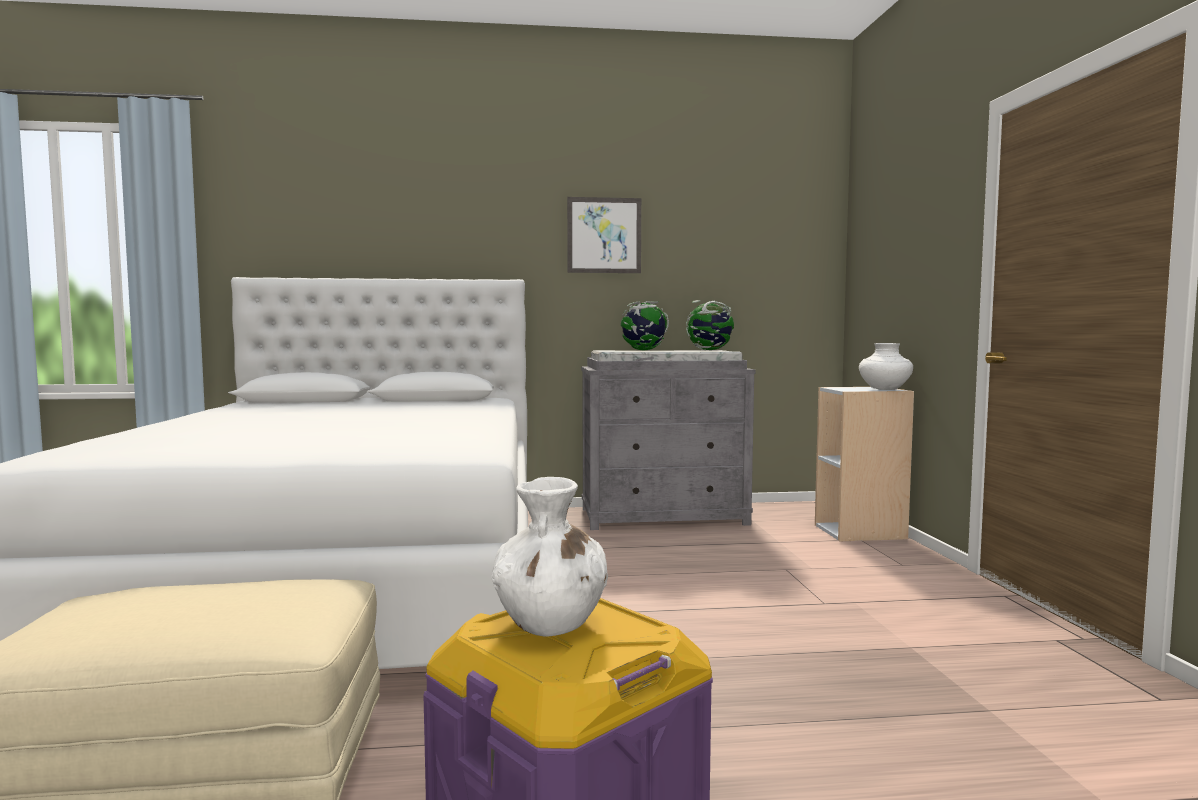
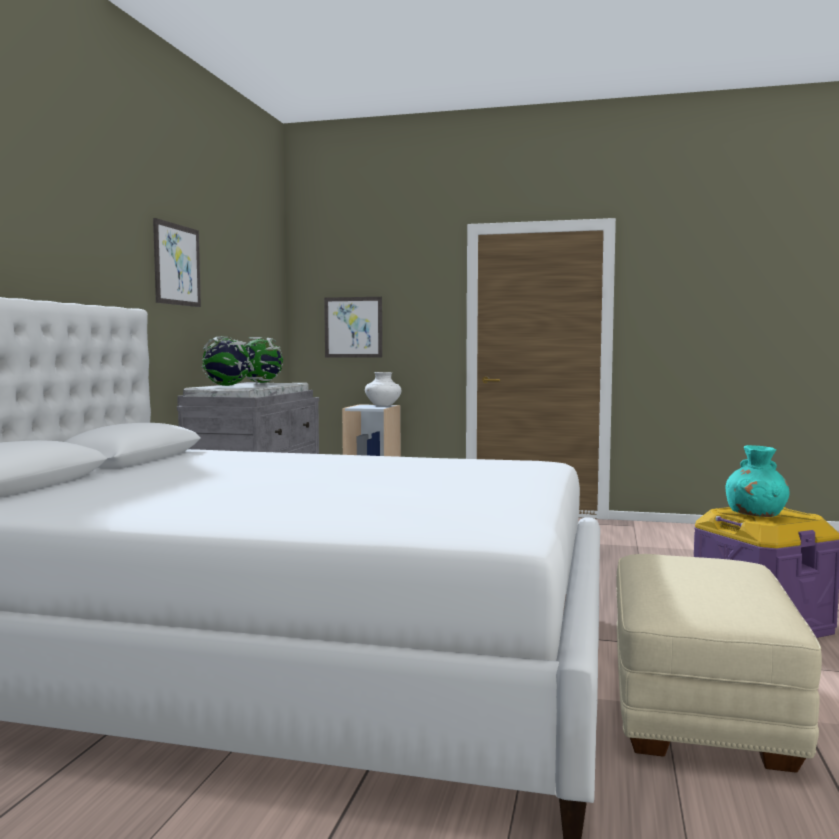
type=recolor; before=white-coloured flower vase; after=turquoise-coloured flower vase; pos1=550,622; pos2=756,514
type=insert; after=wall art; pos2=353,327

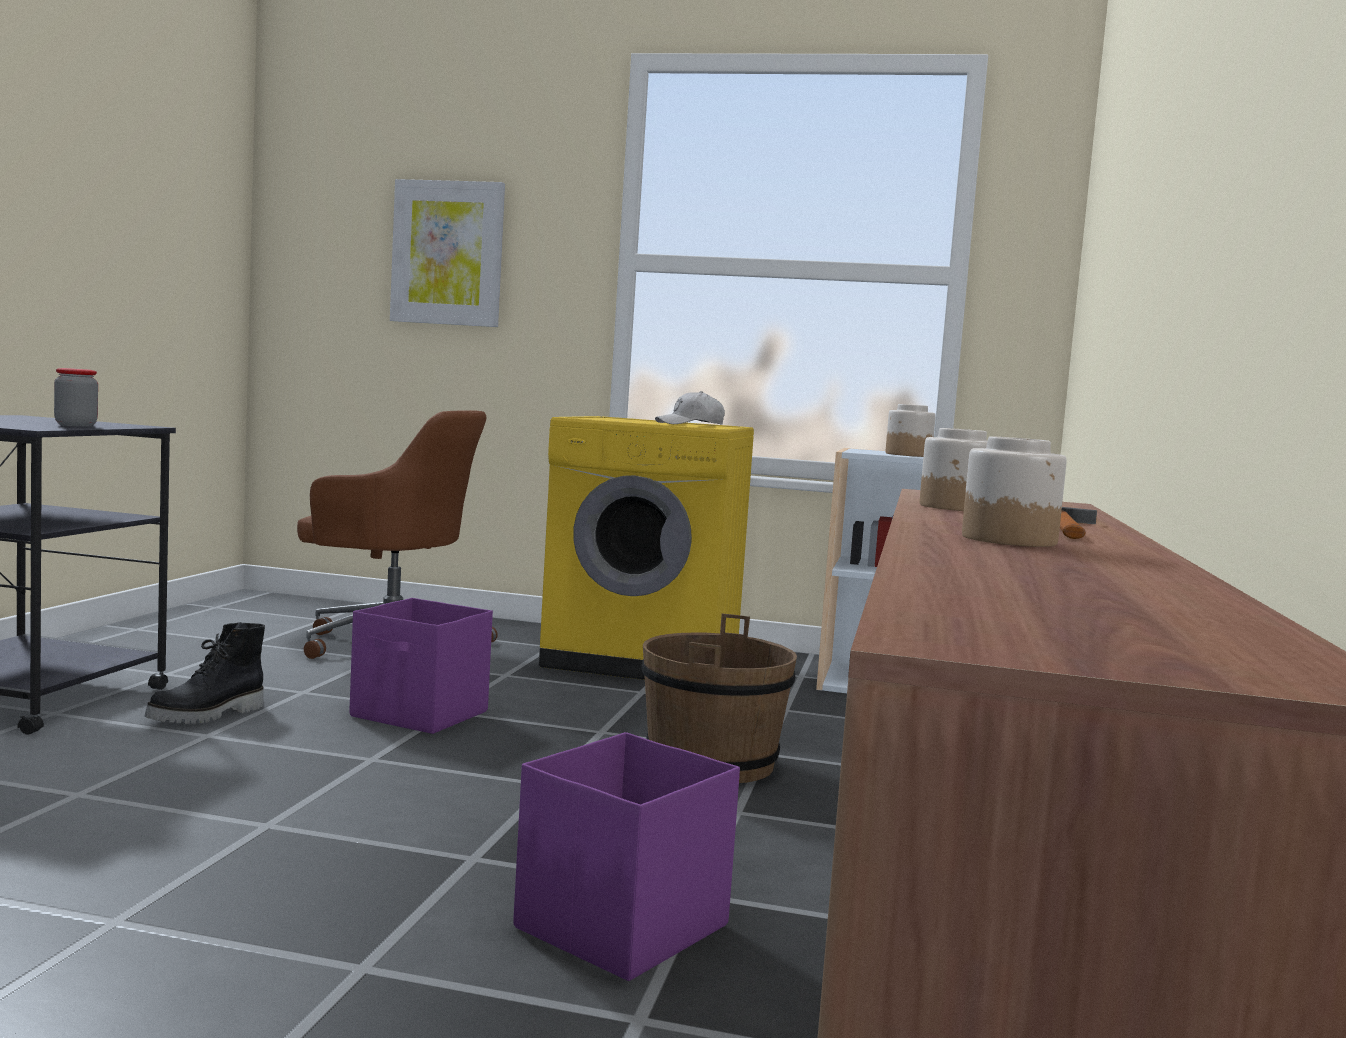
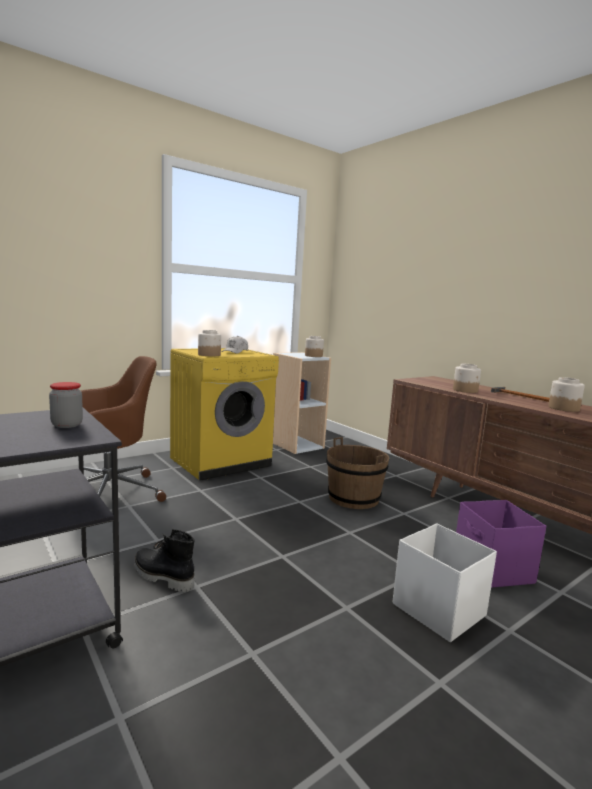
type=rotate; before=blackish tall boot; pos1=208,716; pos2=162,577; turn=135
type=delete; before=purplish storage container; pos1=420,714
type=delete; before=wall art; pos1=448,253
type=insert; after=storage jar; pos2=209,355
type=insert; after=white-coloured storage container; pos2=438,609

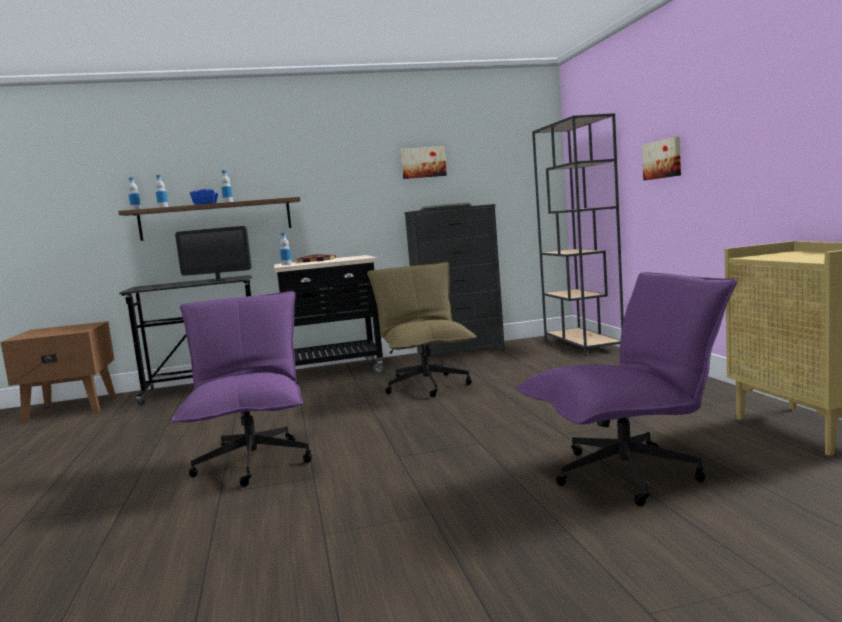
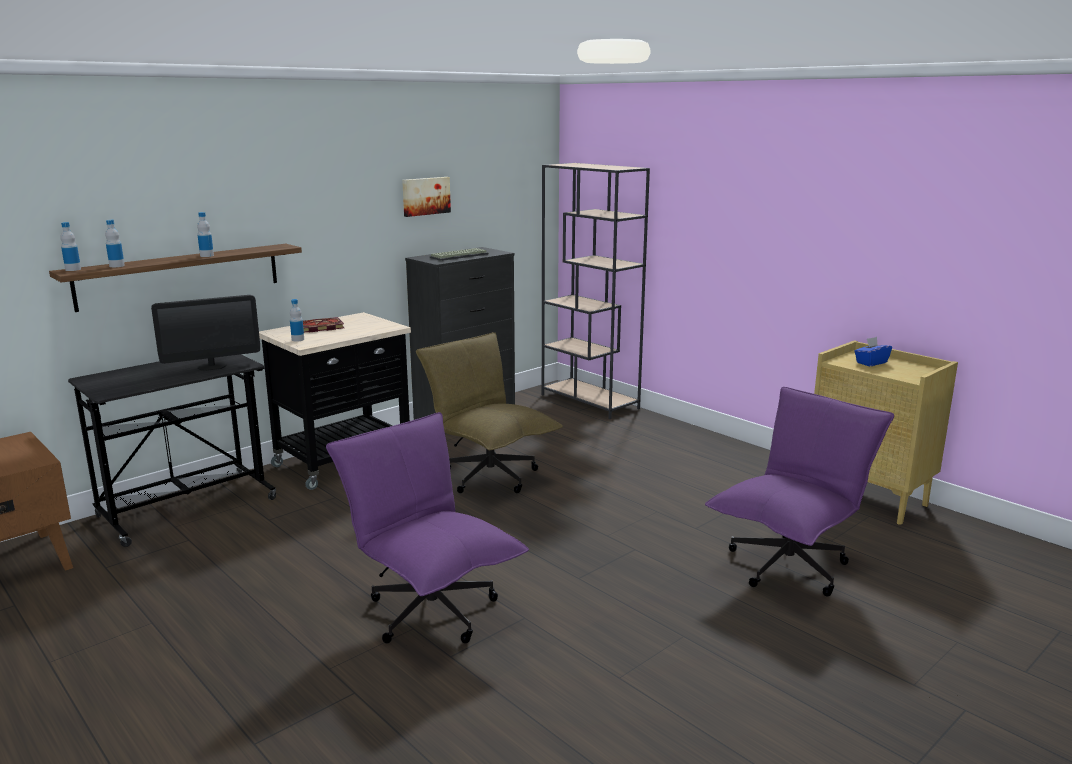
type=move; before=bluish tissue box; pos1=205,204; pos2=871,363
type=delete; before=wall art; pos1=663,159

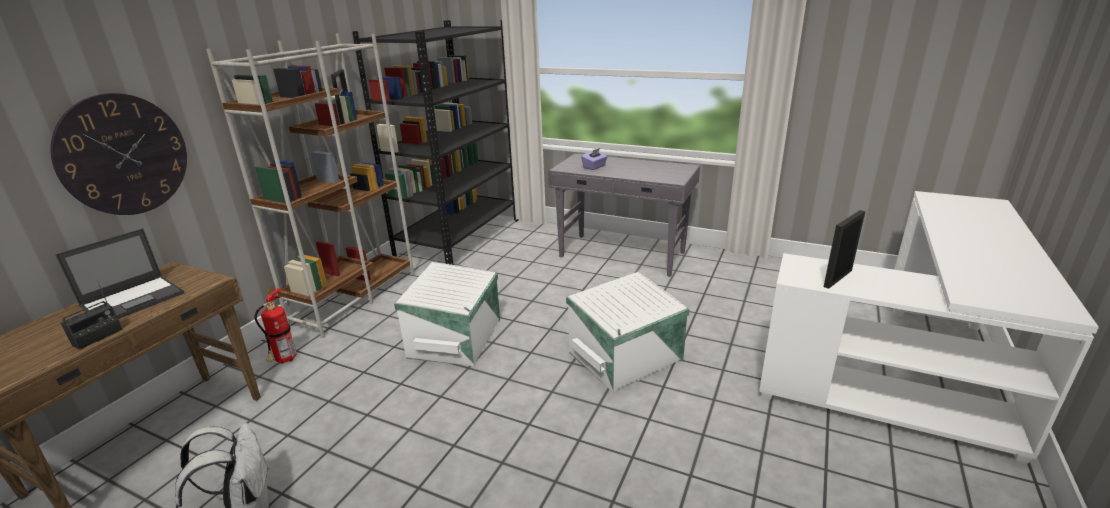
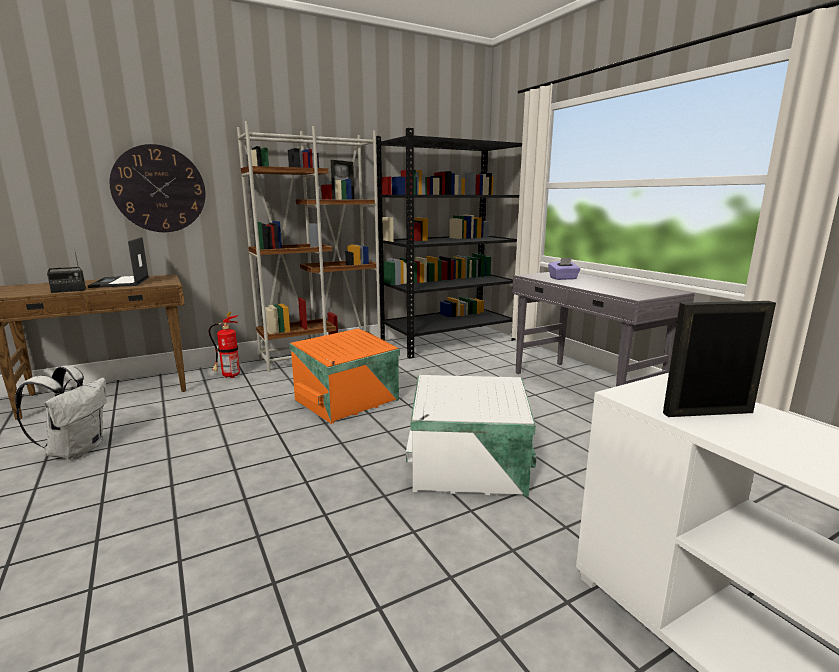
type=rotate; before=laptop; pos1=134,299; pos2=120,282; turn=90
type=recolor; before=white-coloured storage container; after=orange storage container; pos1=457,337; pos2=348,400

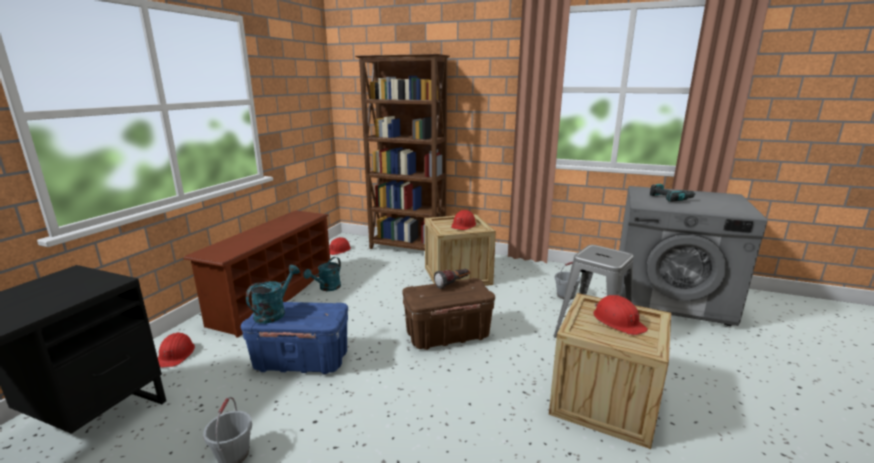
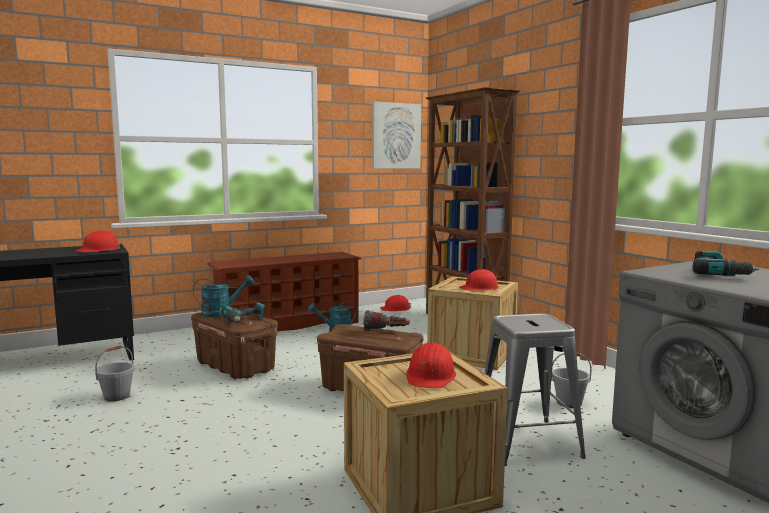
type=move; before=red safety helmet; pos1=176,354; pos2=99,250
type=recolor; before=bluish storage container; after=brown-coloured storage container; pos1=301,361; pos2=234,367
type=insert; after=power drill; pos2=245,320
type=insert; after=wall art; pos2=395,136

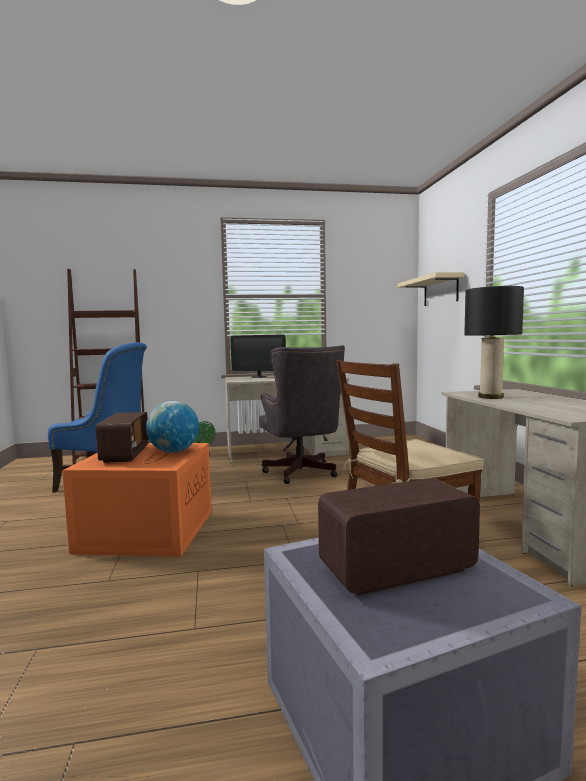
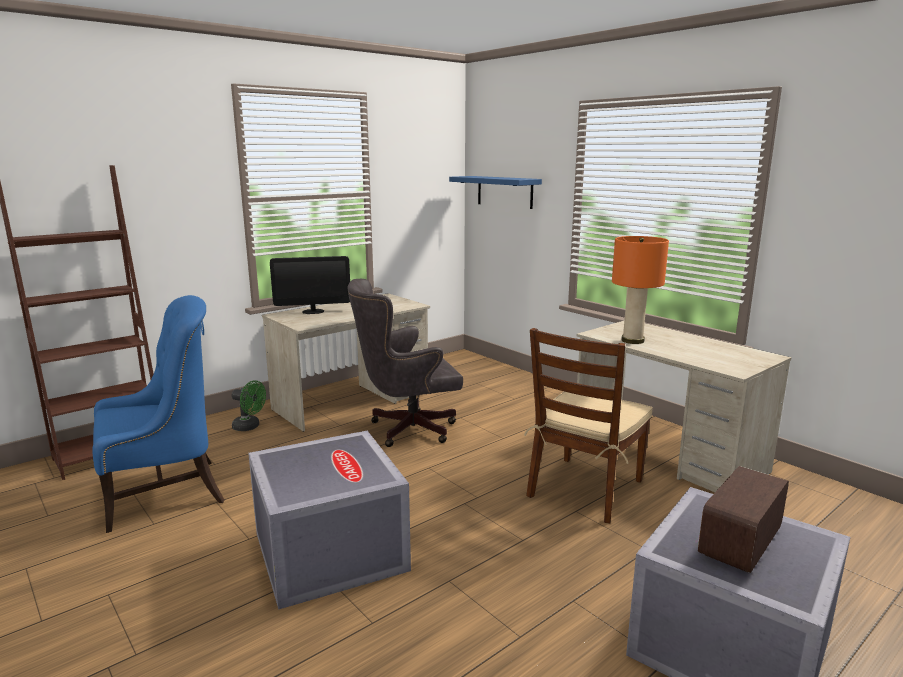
type=recolor; before=orange storage container; after=greyish storage container; pos1=146,530; pos2=327,551
type=delete; before=radio receiver; pos1=125,454
type=delete; before=globe; pos1=174,452
type=rotate; before=greyish computer chair; pos1=302,473; pos2=407,430; turn=120
type=recolor; before=beige bracket shelf; after=bluish bracket shelf; pos1=440,291; pos2=504,192
type=recolor; before=blackish lamp for a table; after=orange lamp for a table; pos1=490,397; pos2=632,340

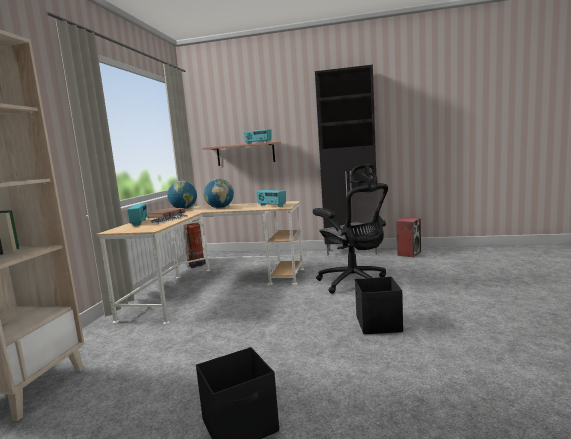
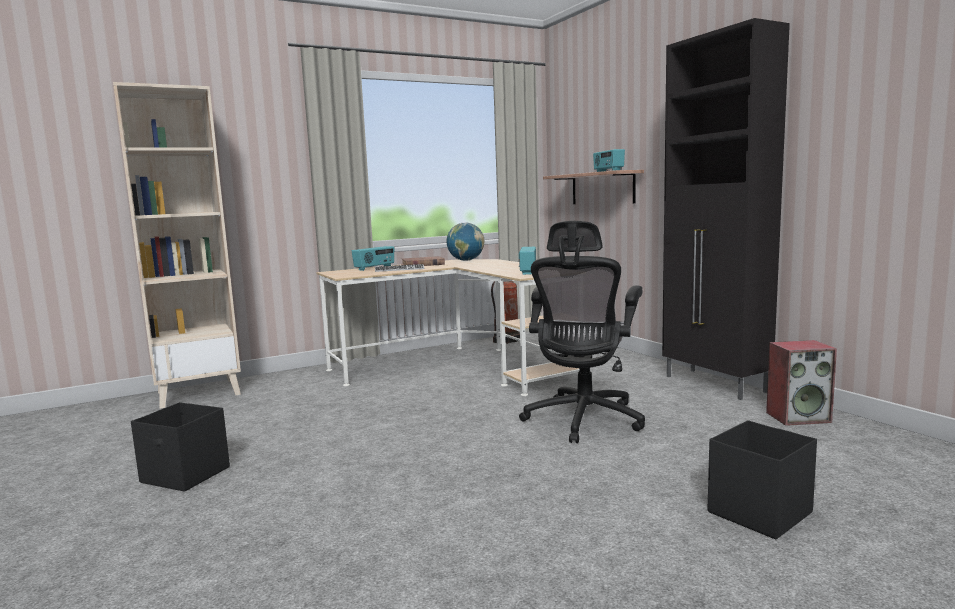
type=delete; before=globe; pos1=220,208
type=move; before=blackish storage container; pos1=378,324; pos2=758,513

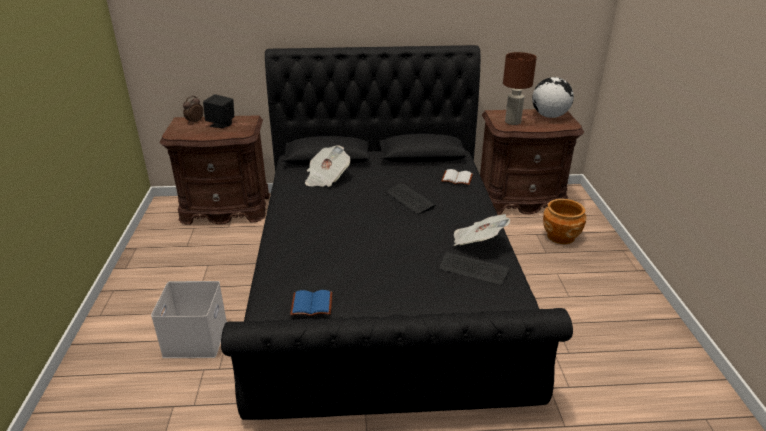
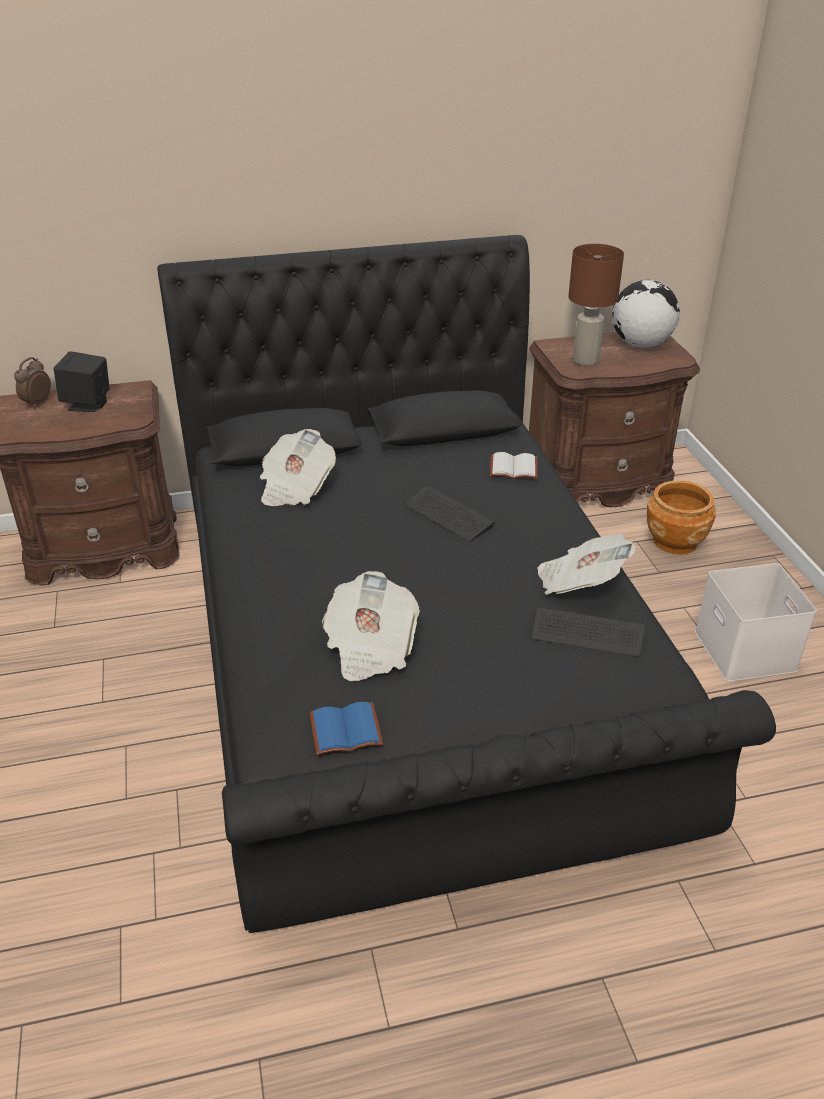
type=move; before=white-coloured storage container; pos1=194,338; pos2=742,649
type=insert; after=printed paper; pos2=370,647

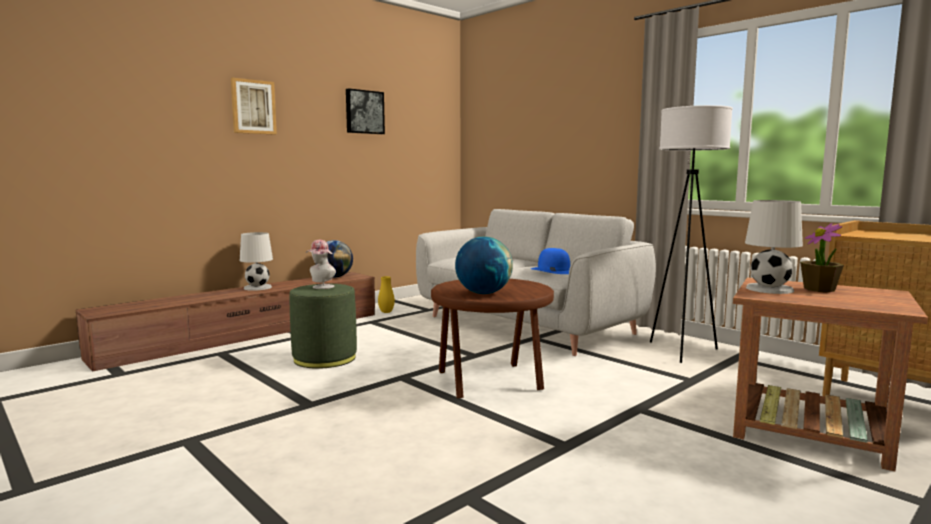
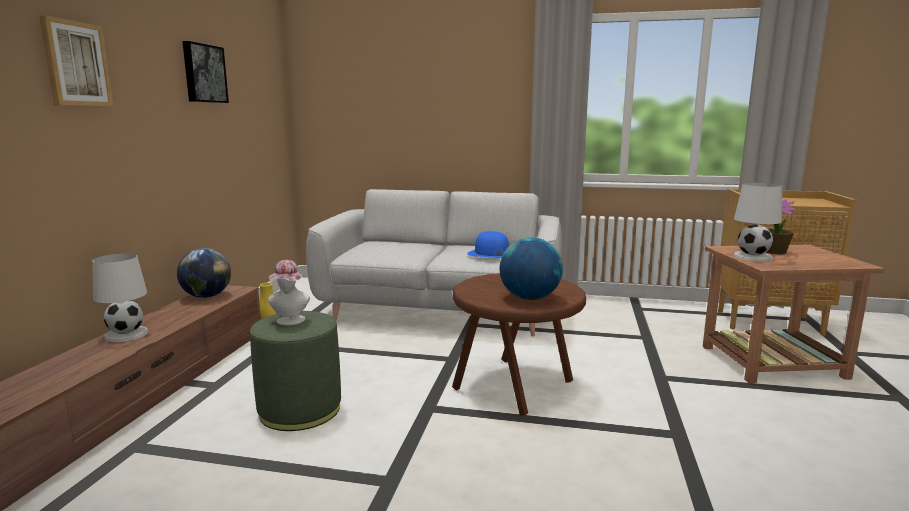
type=delete; before=white-coloured standing lamp; pos1=682,351

